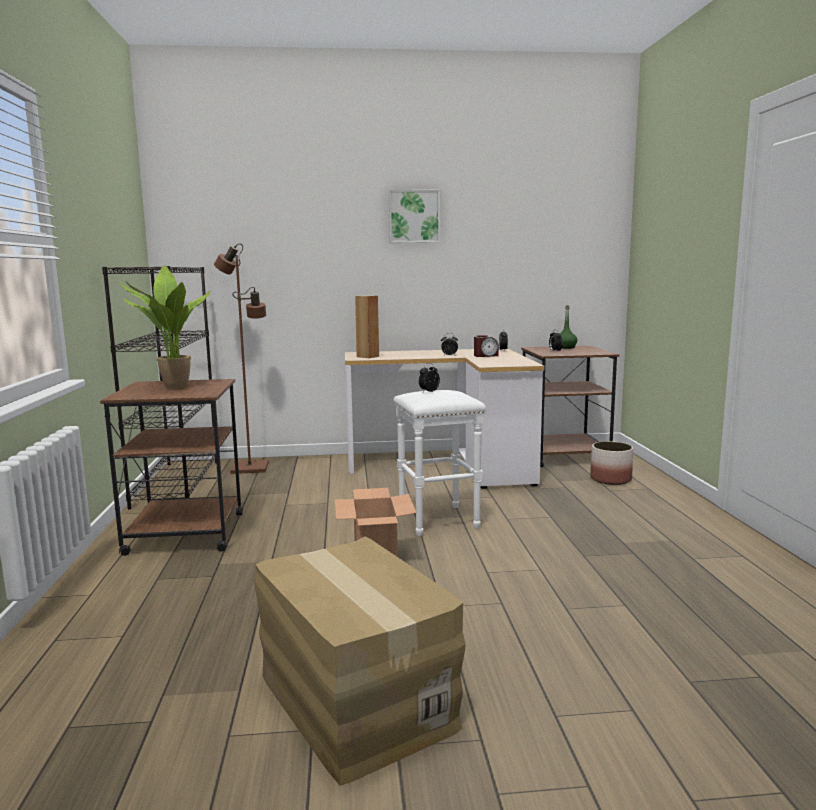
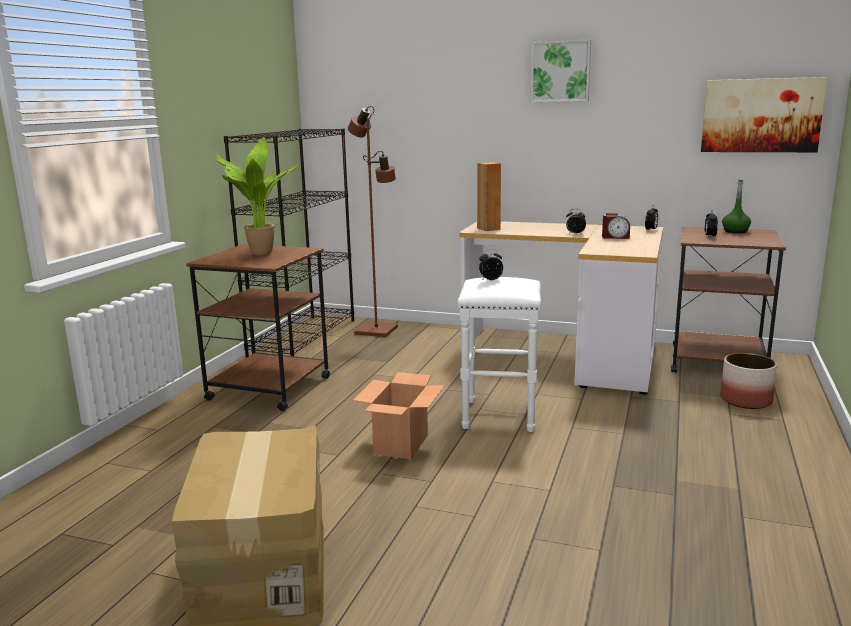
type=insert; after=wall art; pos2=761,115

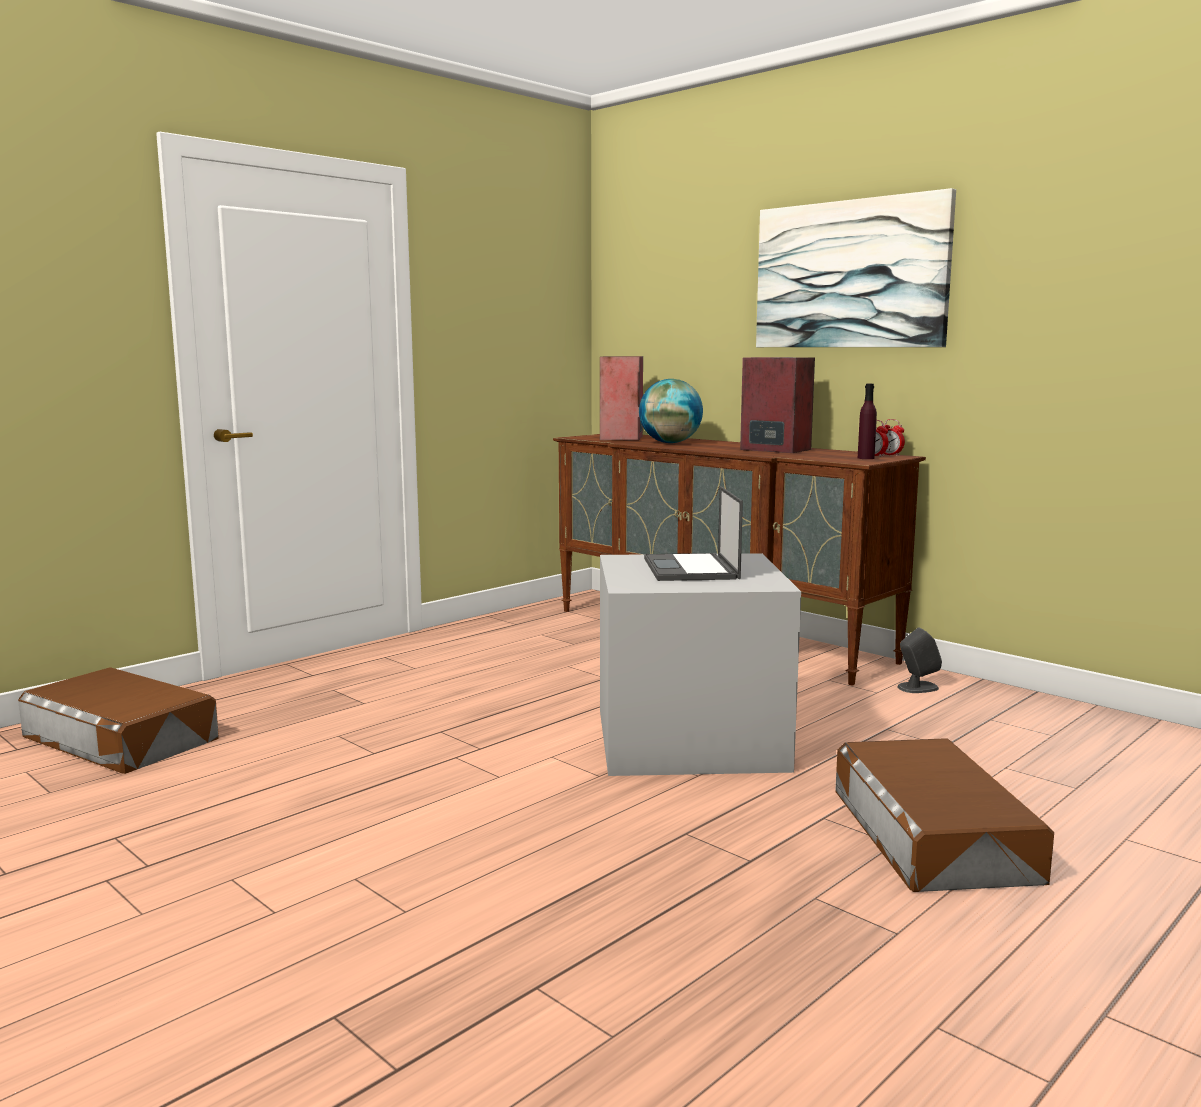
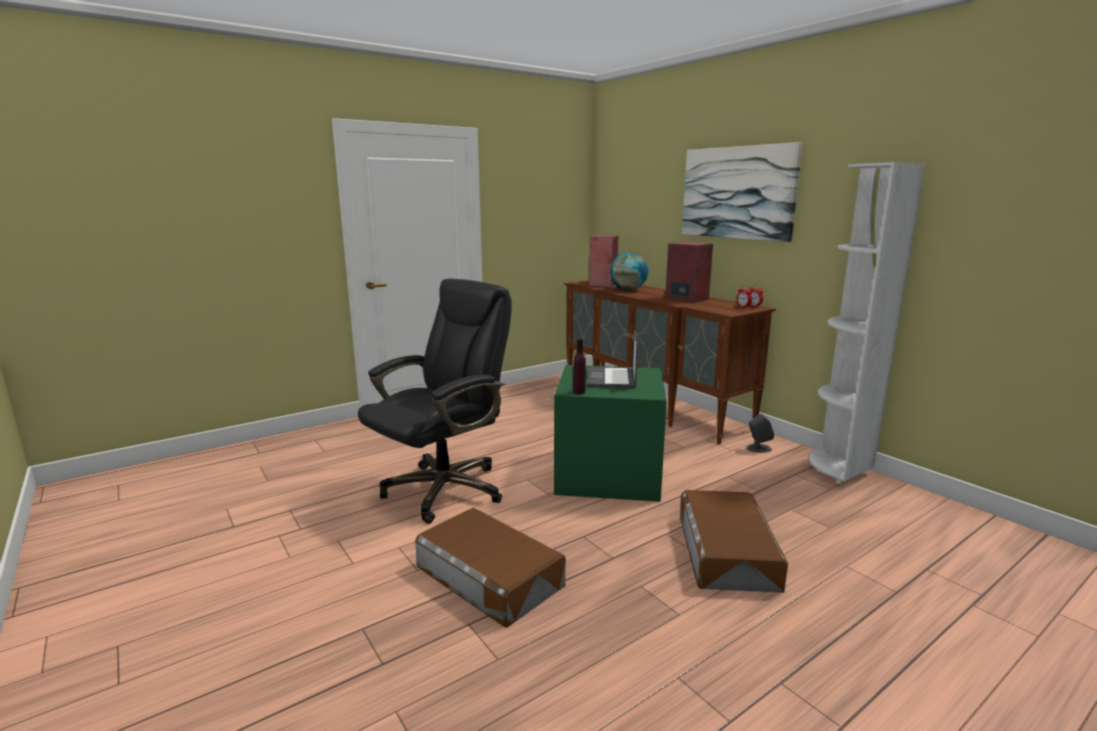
type=move; before=brown-coloured storage container; pos1=119,737; pos2=488,575
type=recolor; before=greyish storage container; after=green storage container; pos1=692,740; pos2=610,475
type=move; before=purplish beverage bottle; pos1=866,458; pos2=579,392
type=insert; after=blackish computer chair; pos2=442,491
type=insert; after=white-coloured shelving unit; pos2=834,471

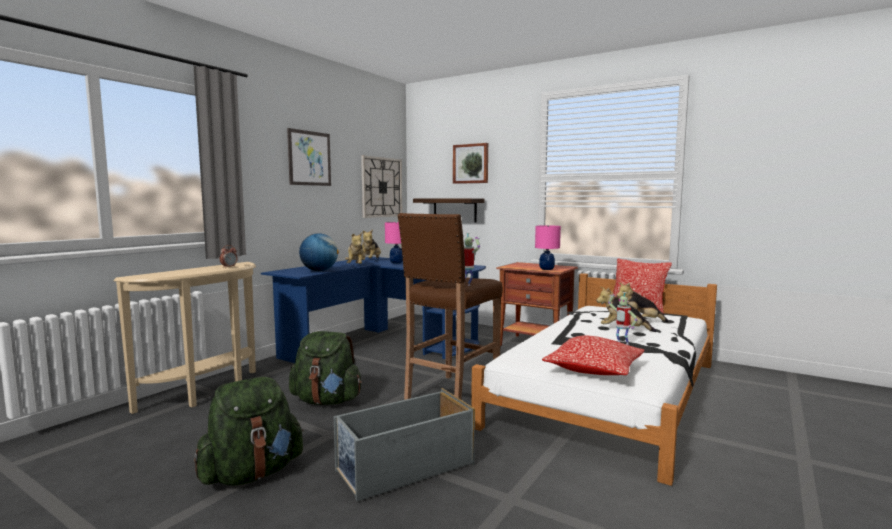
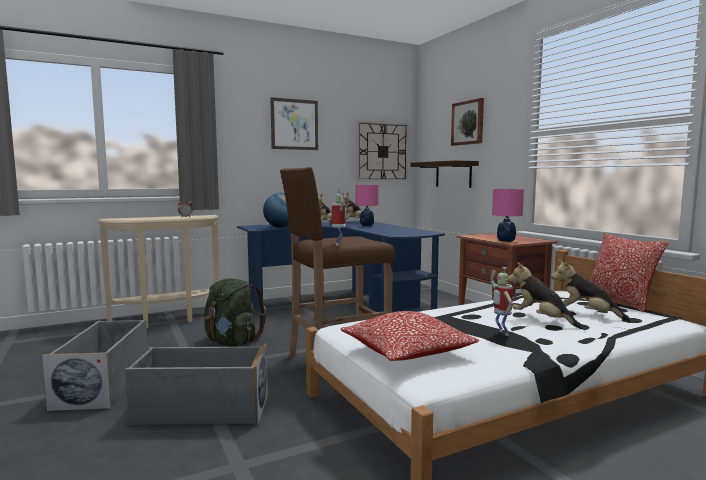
type=replace; before=green rucksack; after=greyish storage container; pos1=252,473; pos2=104,383

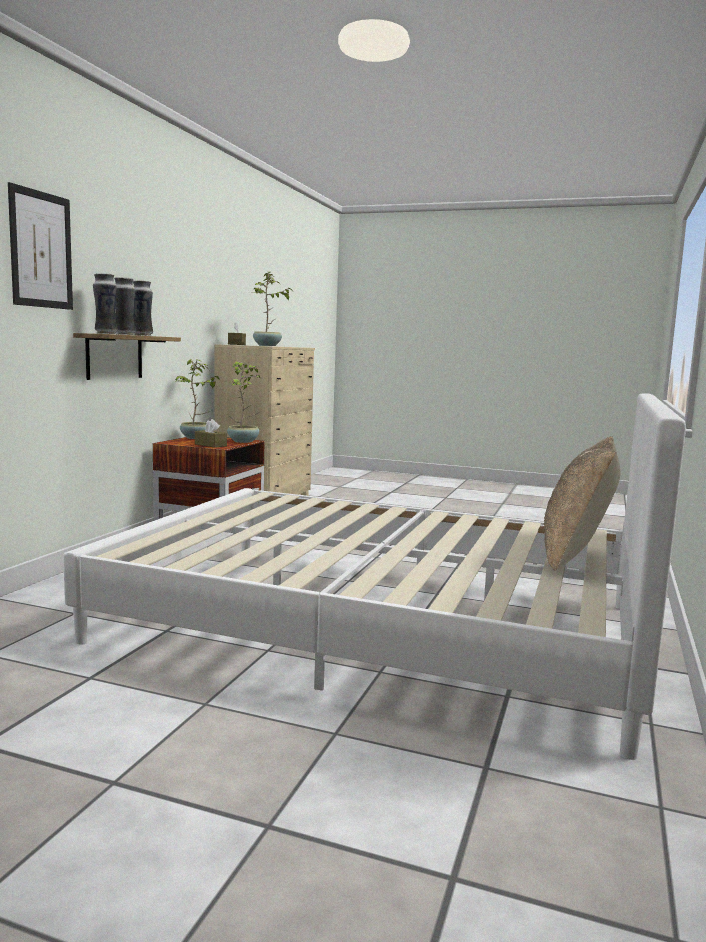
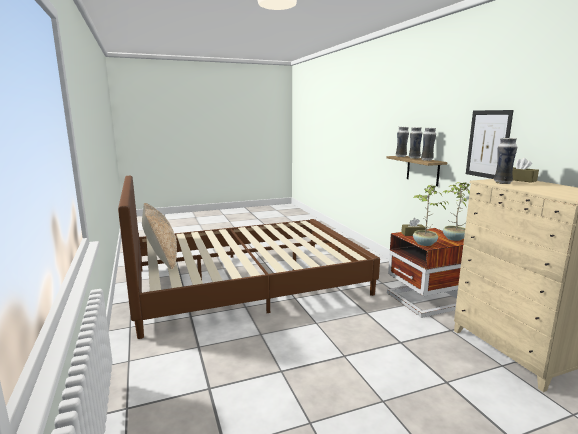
type=move; before=wall art; pos1=41,250; pos2=488,144
type=recolor; before=white-coloured bedroom bed; after=brown-coloured bedroom bed; pos1=378,624; pos2=247,282
type=replace; before=plant in a pot; after=flower vase; pos1=267,345; pos2=502,183

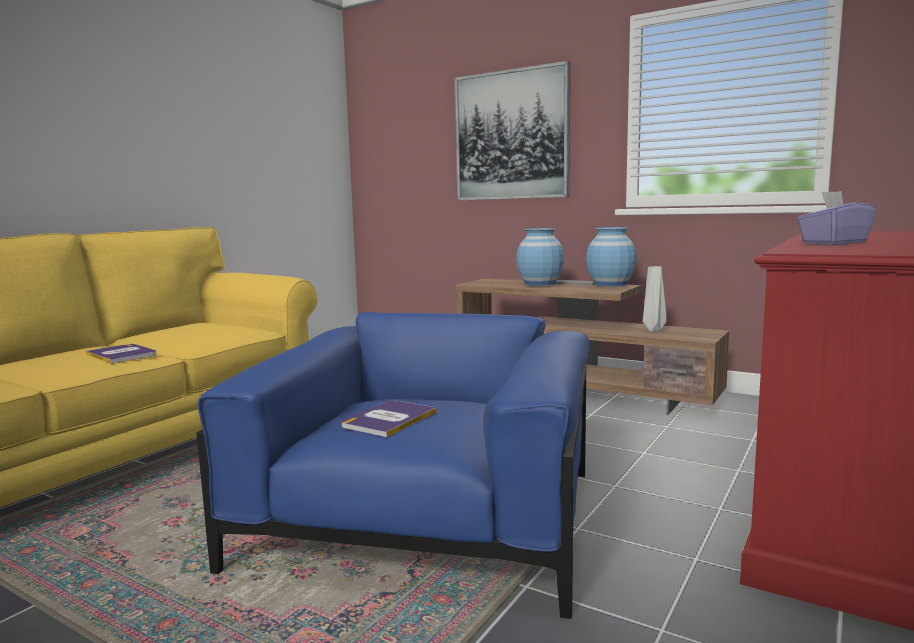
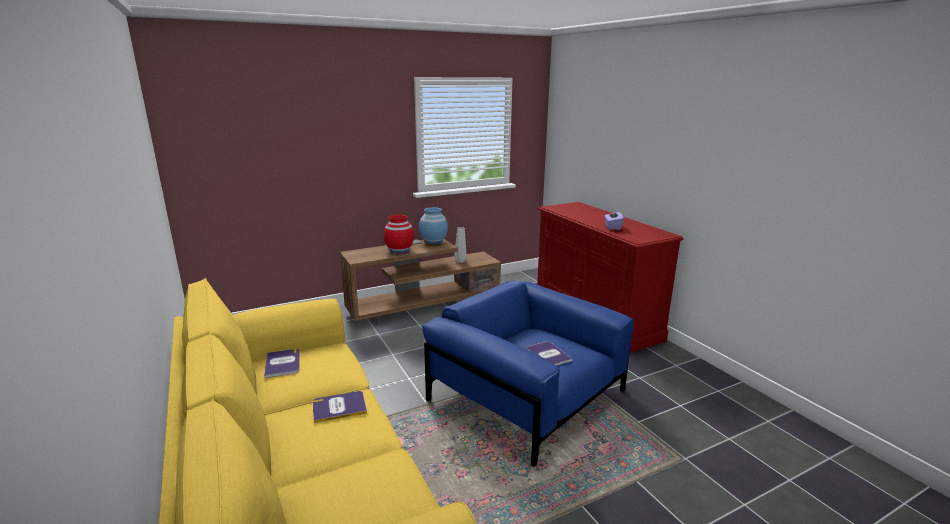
type=delete; before=wall art; pos1=511,135
type=recolor; before=bluish flower vase; after=red flower vase; pos1=540,283; pos2=399,250
type=insert; after=bound book; pos2=282,363

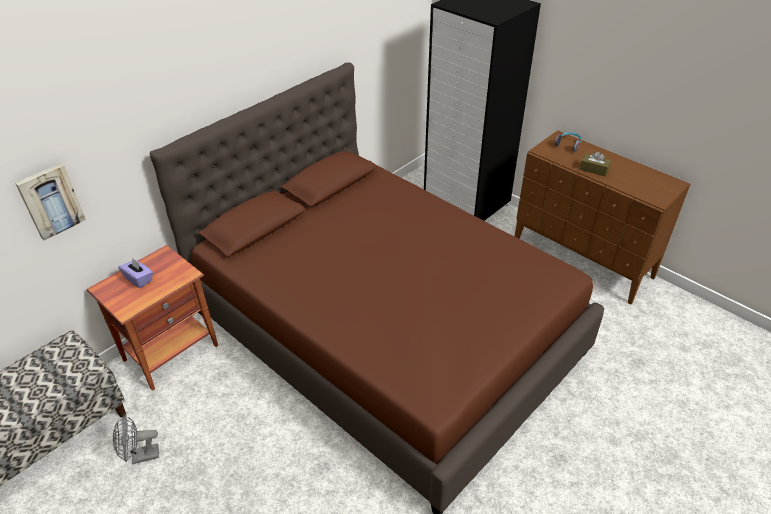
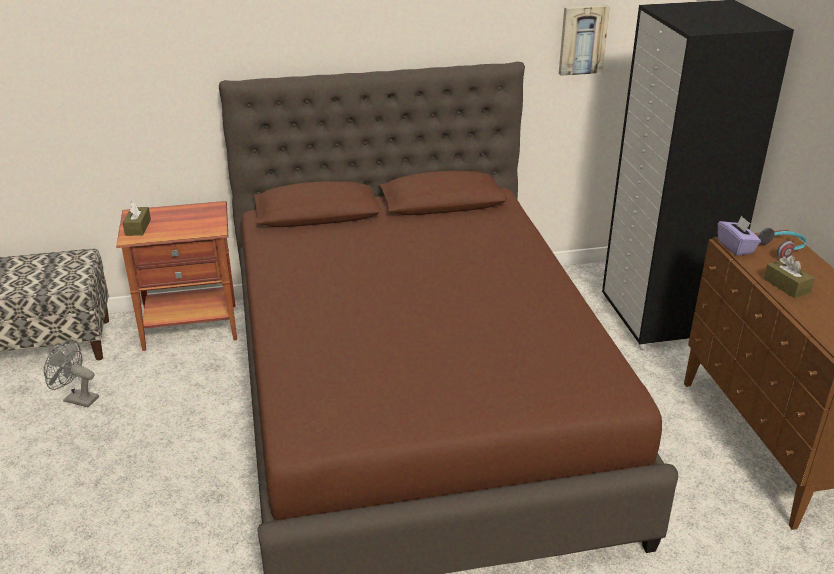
type=move; before=wall art; pos1=50,201; pos2=582,39
type=move; before=purplish tissue box; pos1=139,279; pos2=736,247
type=insert; after=brown-coloured tissue box; pos2=138,227

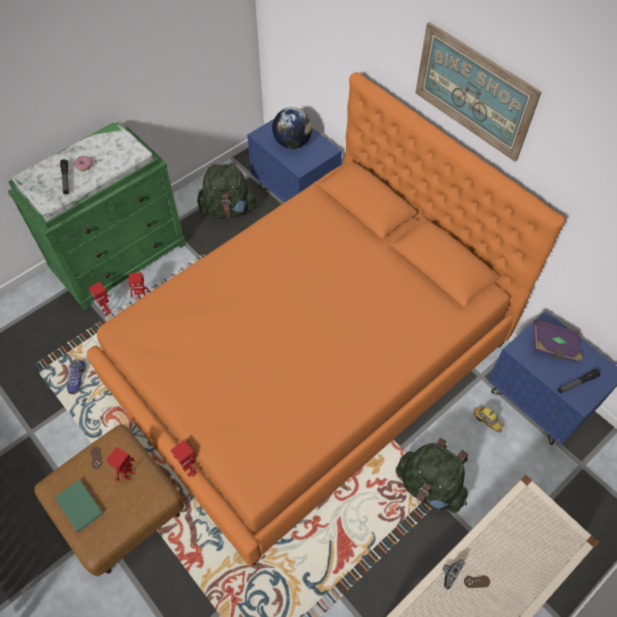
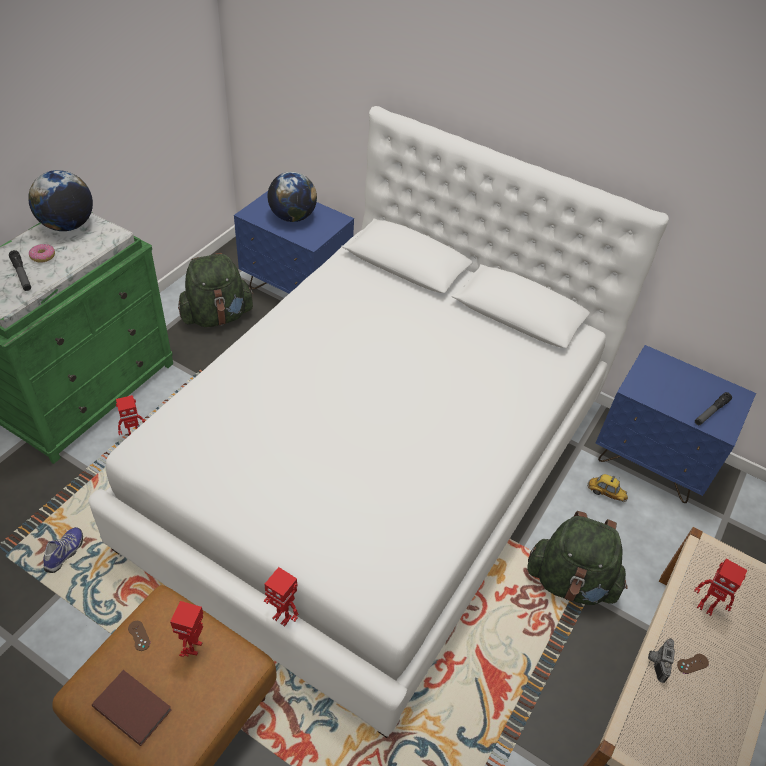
type=recolor; before=green bound book; after=brown-coloured bound book; pos1=80,505; pos2=133,706
type=rotate; before=shoe; pos1=77,379; pos2=65,553; turn=-150
type=recolor; before=orange bedroom bed; after=white-coloured bedroom bed; pos1=309,363; pos2=376,471
type=move; before=toy robot; pos1=107,311; pos2=706,606
type=delete; before=wall art; pos1=473,91
type=delete; before=purplish bound book; pos1=553,347
type=insert; after=globe; pos2=67,225

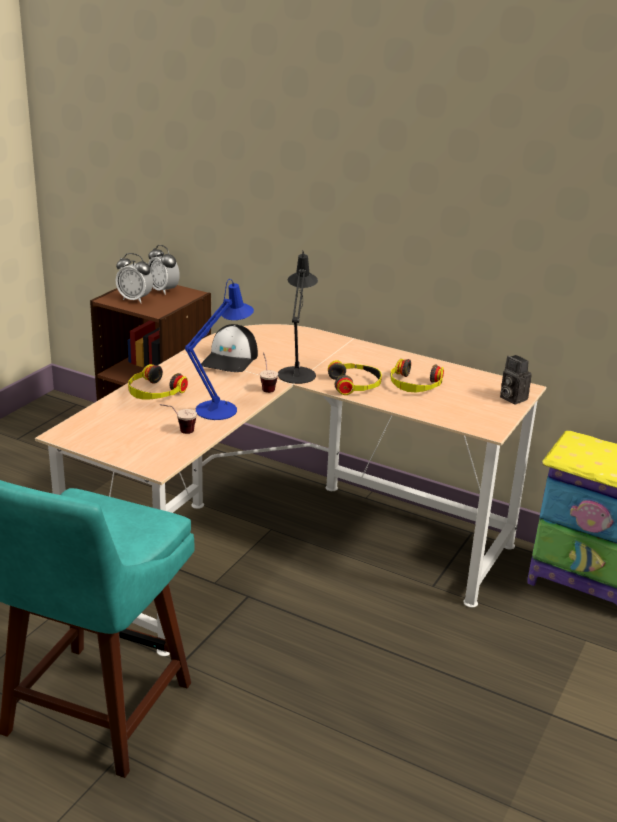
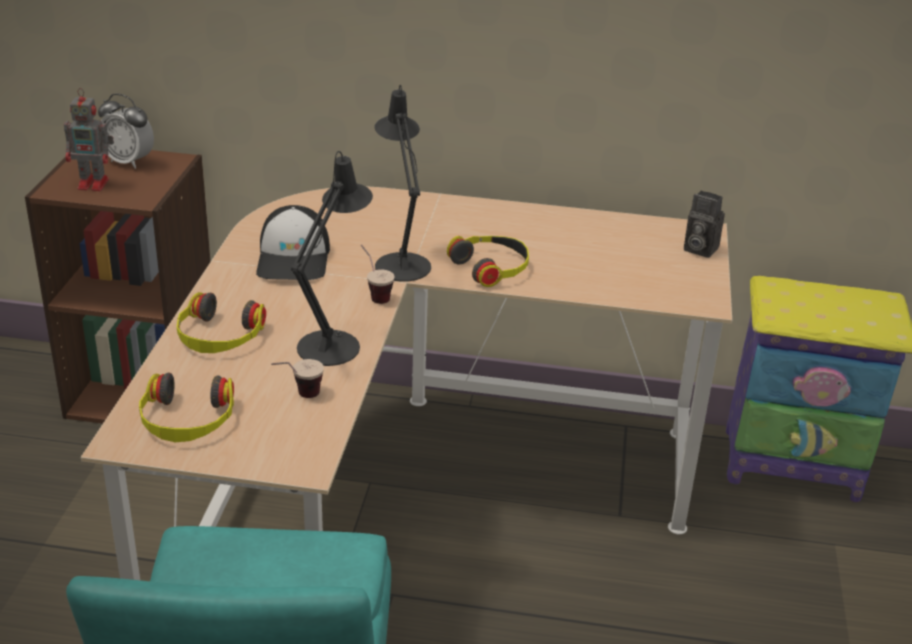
type=replace; before=alarm clock; after=toy robot; pos1=135,299; pos2=95,184
type=recolor; before=bluish lamp for a table; after=blackish lamp for a table; pos1=221,408; pos2=333,343
type=move; before=pair of headphones; pos1=414,385; pos2=187,420

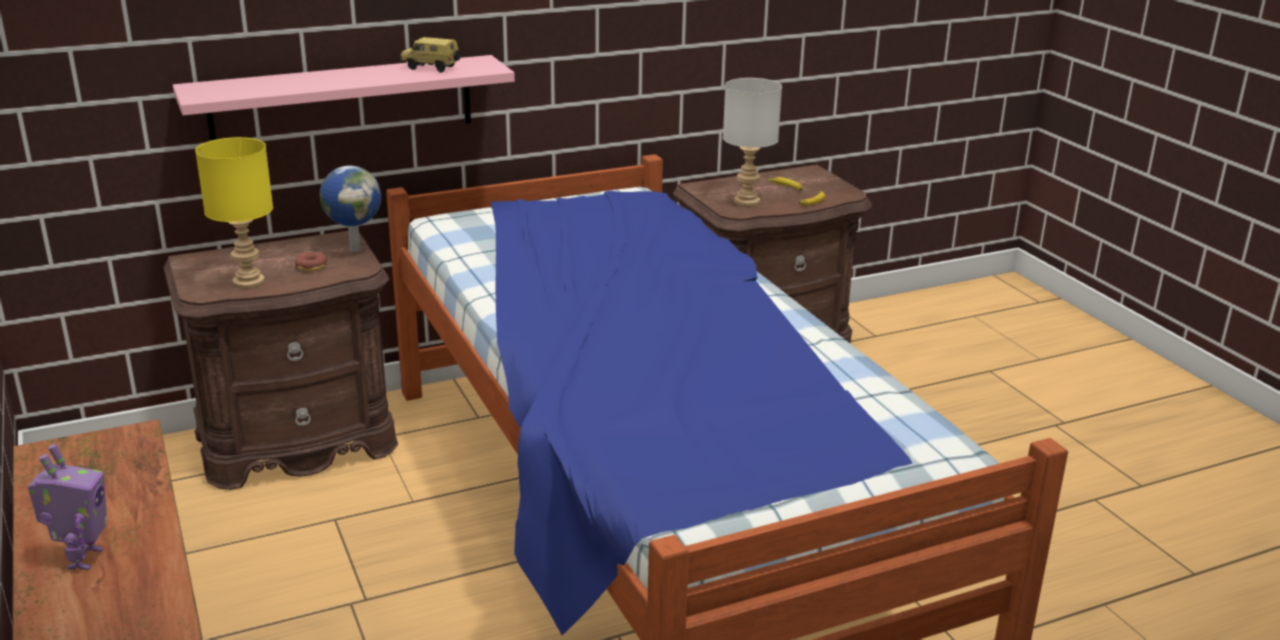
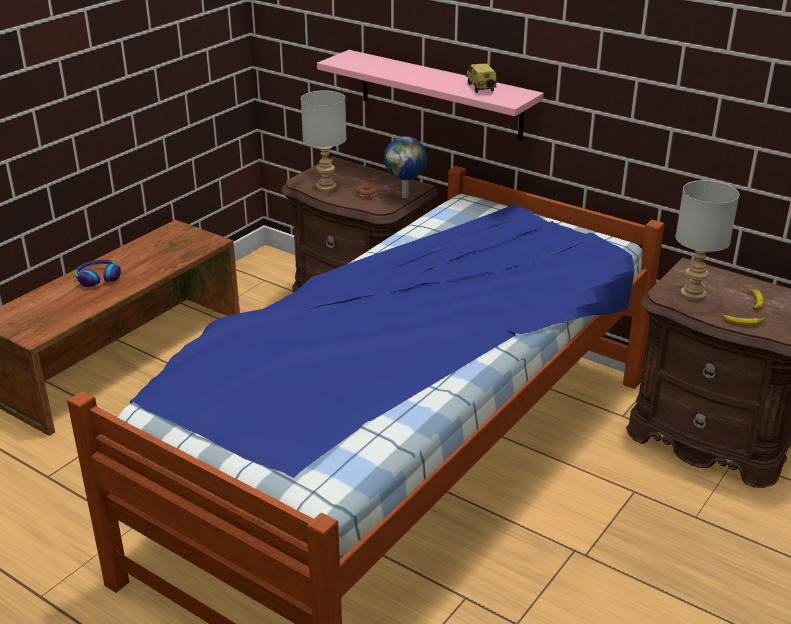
type=replace; before=toy robot; after=pair of headphones; pos1=82,558; pos2=98,278
type=recolor; before=yellow-coloured lamp for a table; after=greyish lamp for a table; pos1=250,282; pos2=326,187

